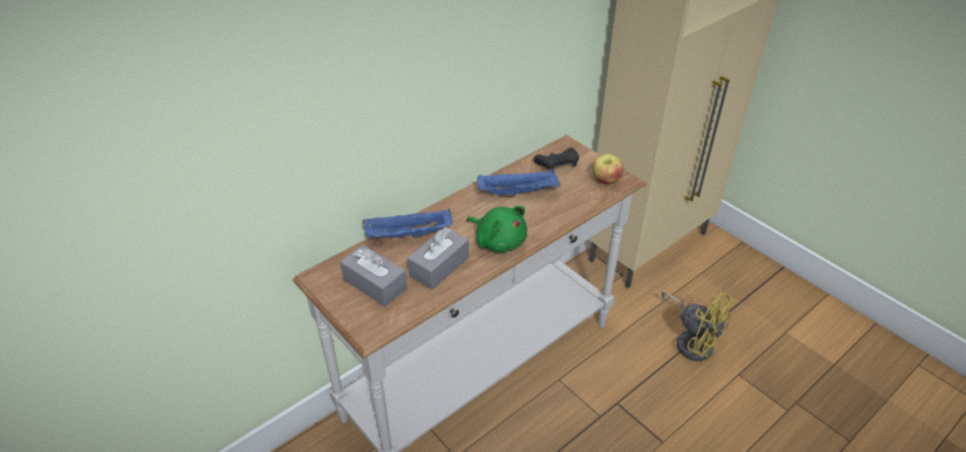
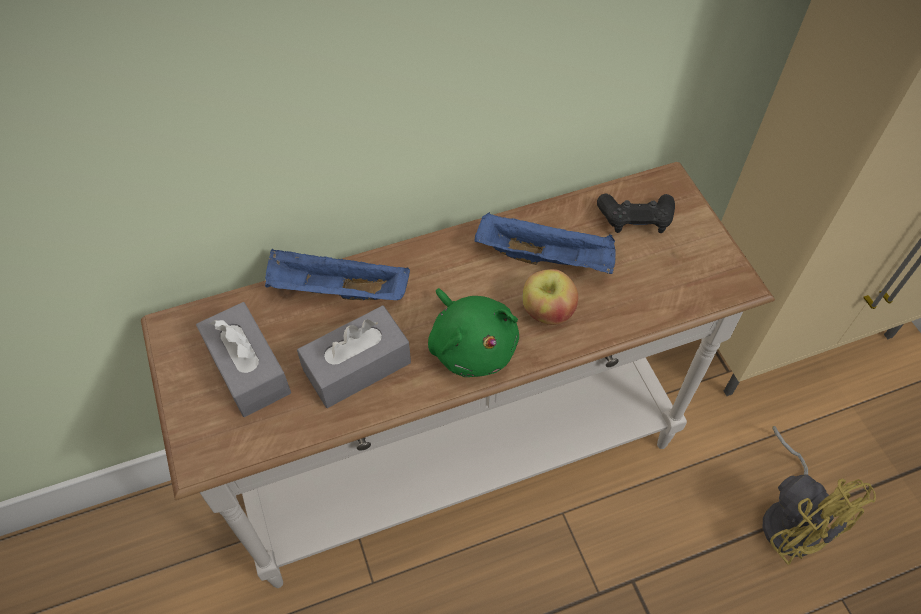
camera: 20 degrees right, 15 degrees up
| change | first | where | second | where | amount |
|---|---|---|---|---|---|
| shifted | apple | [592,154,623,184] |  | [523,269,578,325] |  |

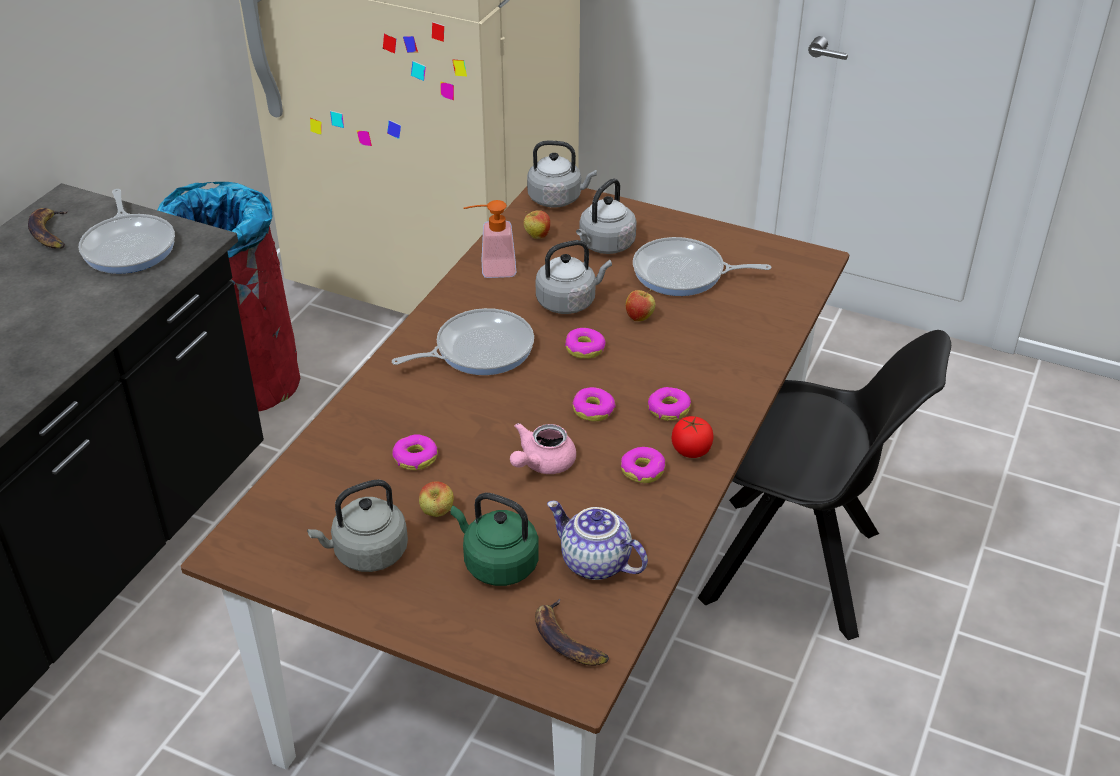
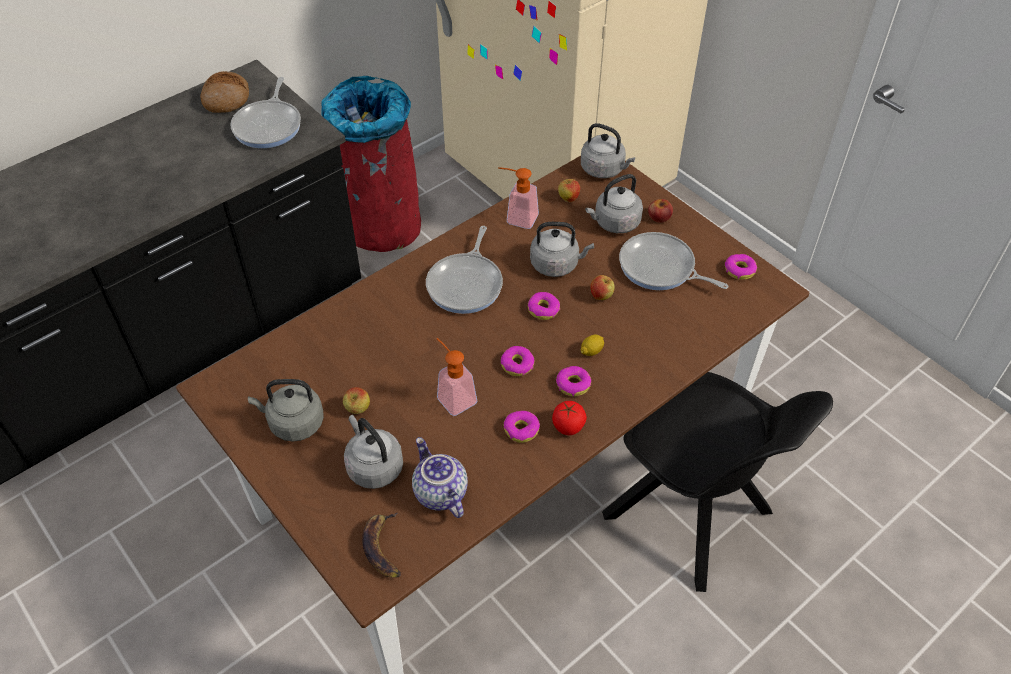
camera: 25 degrees right, 10 degrees up
| change | first | where | second | where | amount |
|---|---|---|---|---|---|
| swapped | banana | [28,208,68,248] | bread | [200,71,249,113] |  |
| rotated | frying pan | [392,308,534,375] |  | [426,226,503,314] | 105 degrees clockwise |
| swapped | pink teapot | [510,423,576,474] | soap dispenser | [437,338,478,416] |  |
| shifted | donut | [392,434,438,470] |  | [725,254,757,280] |  |
| repainted | green kettle | [451,493,539,586] | grey kettle | [344,415,403,489] |  |
| new |  |  | apple | [648,199,673,223] |  |
| new |  |  | lemon | [581,334,604,356] |  |

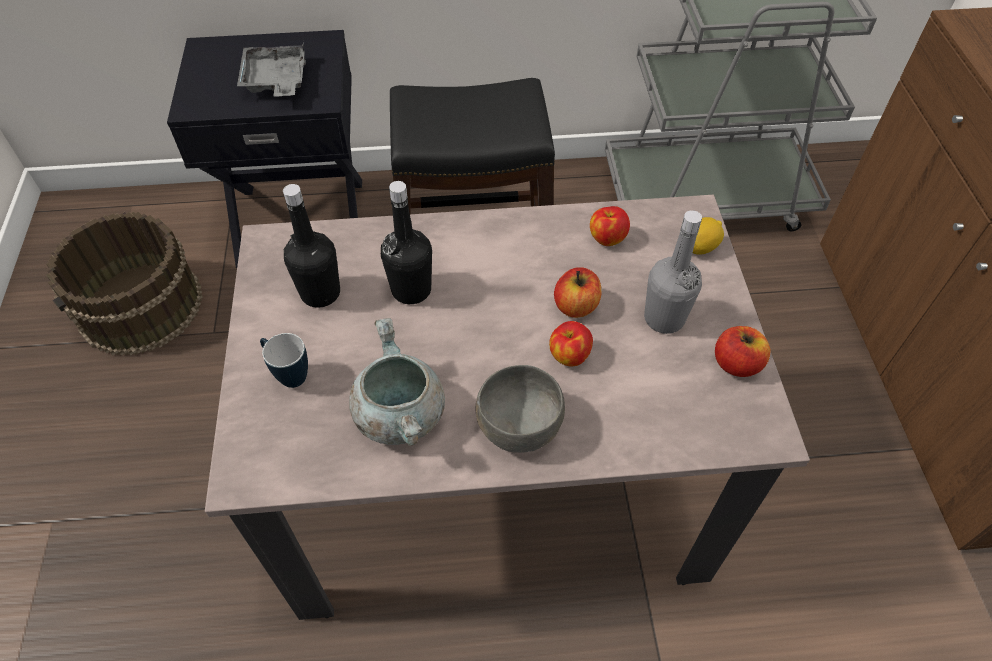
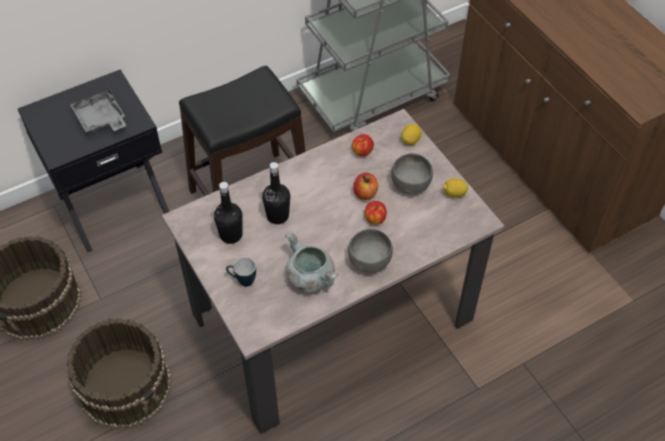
camera: 25 degrees left, 0 degrees up
| change | first | where | second | where | amount |
|---|---|---|---|---|---|
| swapped | grey bottle | [644,210,702,334] | grey bowl | [391,153,433,195] |  |
| swapped | apple | [715,326,770,377] | lemon | [443,178,468,198] |  |
| new |  |  | brown bucket | [66,318,171,430] |  |

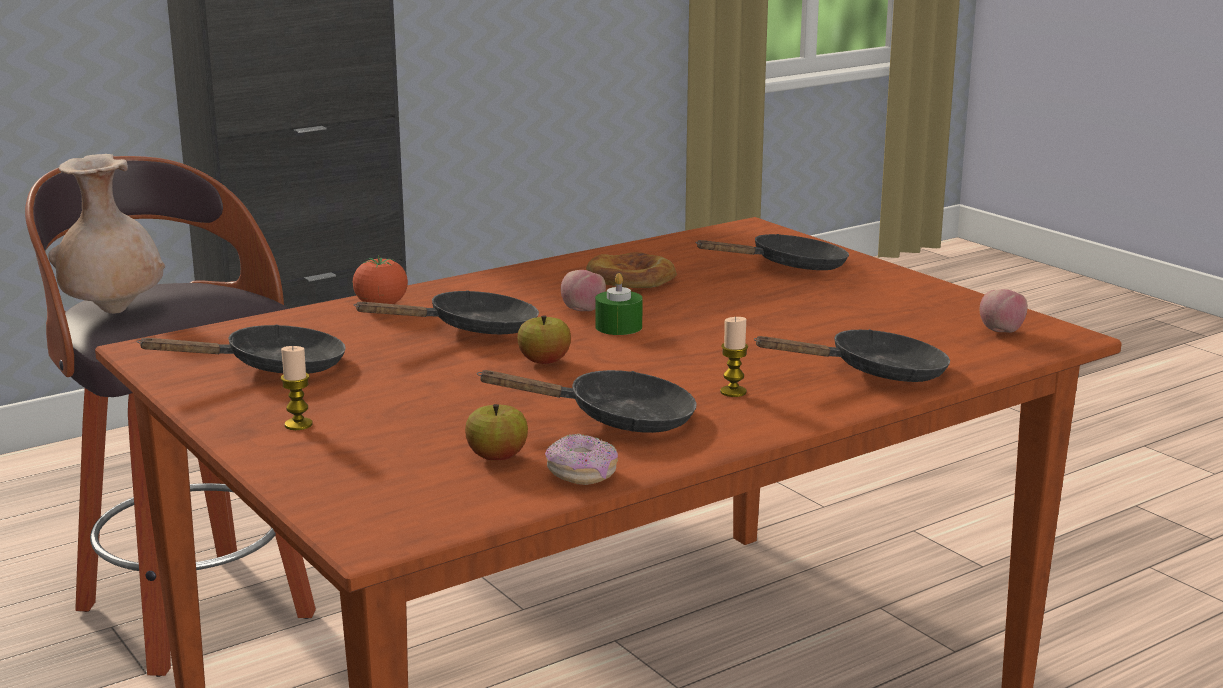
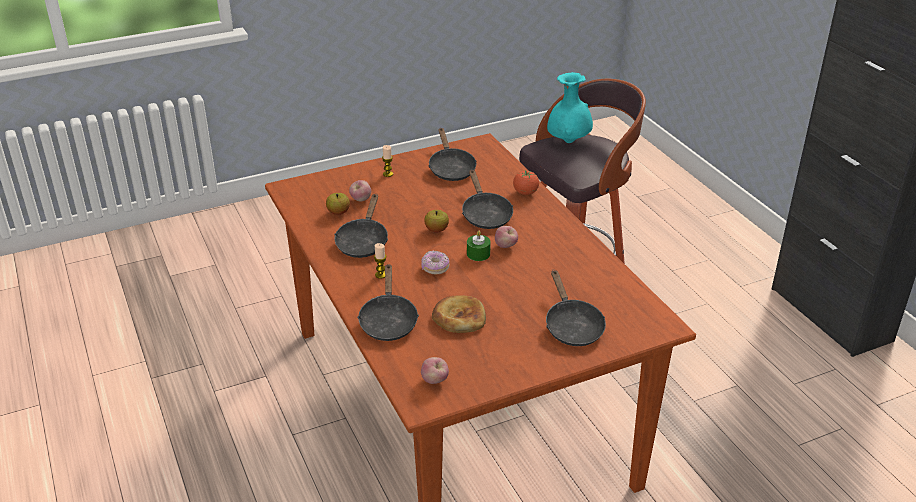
camera: 100 degrees right, 15 degrees up
| change | first | where | second | where | amount |
|---|---|---|---|---|---|
| repainted | beige vase | [48,154,165,314] | turquoise vase | [547,72,593,143] |  |
| shifted | bread | [586,252,677,288] |  | [432,295,486,333] |  |
| shifted | donut | [545,434,618,485] |  | [421,250,449,274] |  |
| new |  |  | apple | [349,180,371,202] |  |

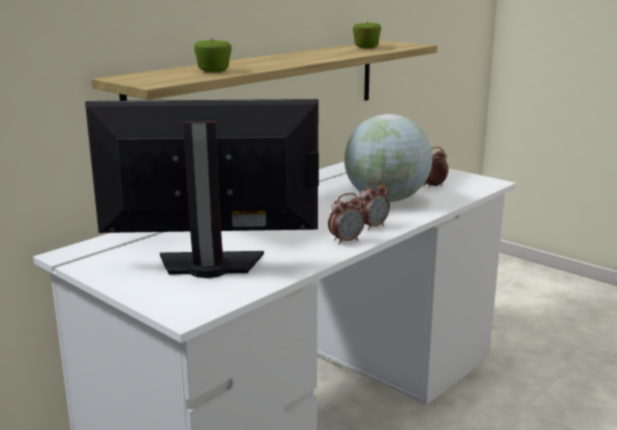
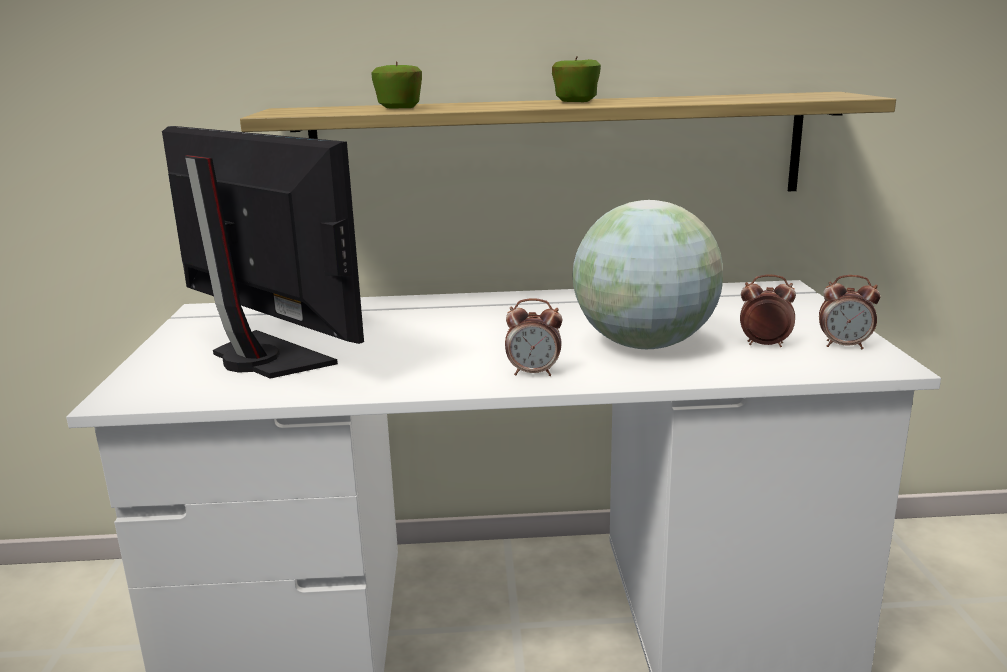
camera: 45 degrees right, 0 degrees up
| change | first | where | second | where | amount |
|---|---|---|---|---|---|
| shifted | apple | [353,21,381,48] |  | [552,57,601,102] |  |
| shifted | alarm clock | [328,193,365,245] |  | [819,275,880,349] |  |

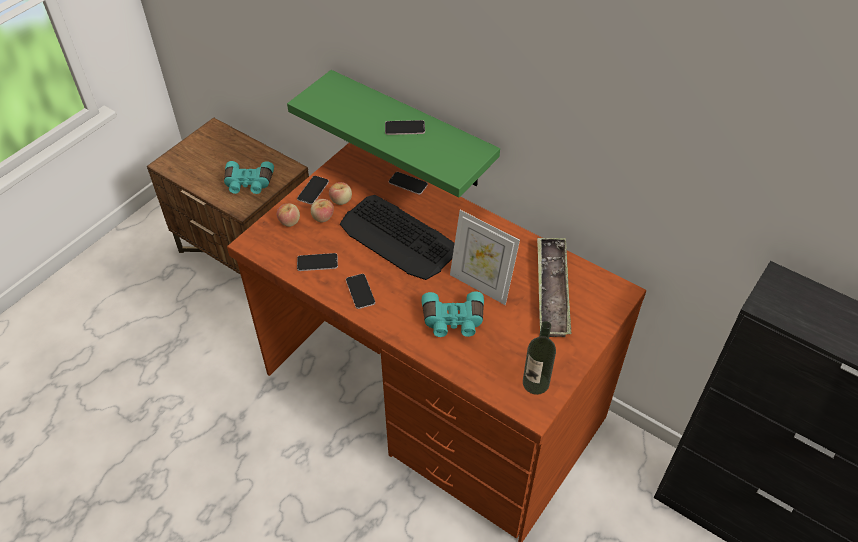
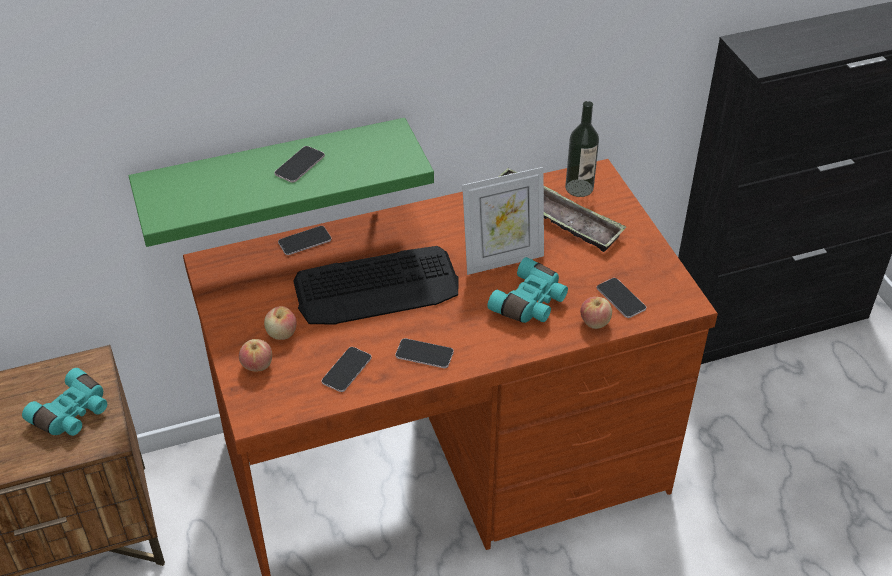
camera: 55 degrees left, 5 degrees down
| change | first | where | second | where | amount |
|---|---|---|---|---|---|
| shifted | phone | [297,176,329,204] |  | [597,278,646,318] |  |
| shifted | apple | [329,182,352,205] |  | [580,297,612,329] |  |
| shifted | bottle | [523,321,556,395] |  | [565,101,599,197] |  |

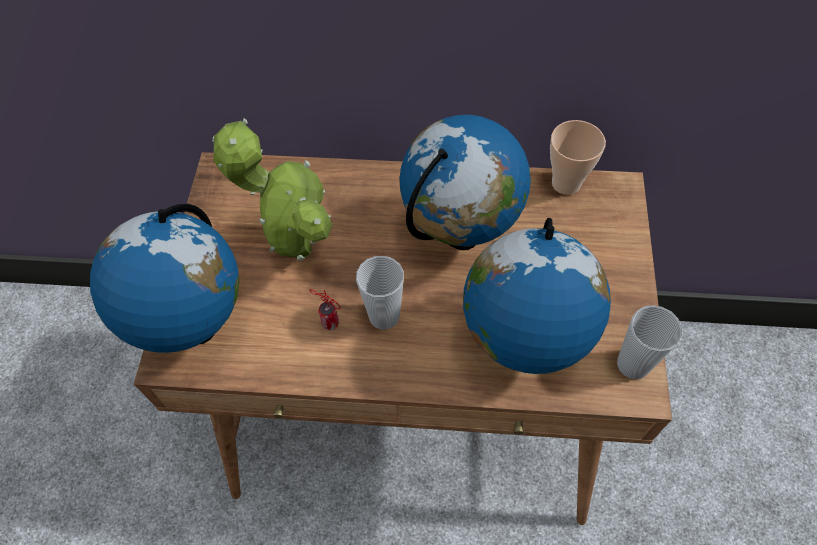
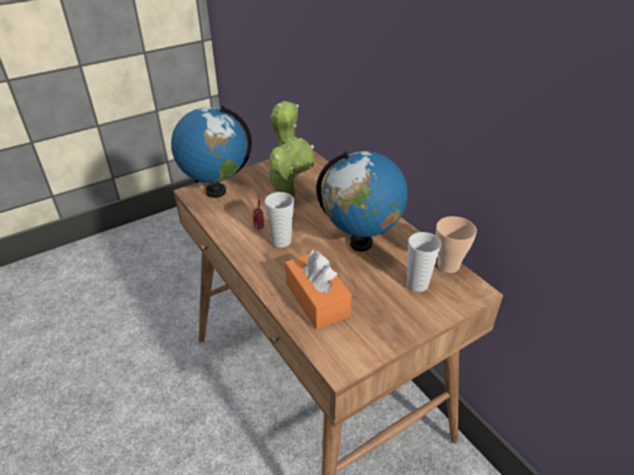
camera: 50 degrees right, 20 degrees down
| change | first | where | second | where | amount |
|---|---|---|---|---|---|
| swapped | globe | [463,218,611,374] | orange tissue box | [285,250,352,329] |  |
| shifted | cup | [617,305,683,379] |  | [407,232,441,292] |  |

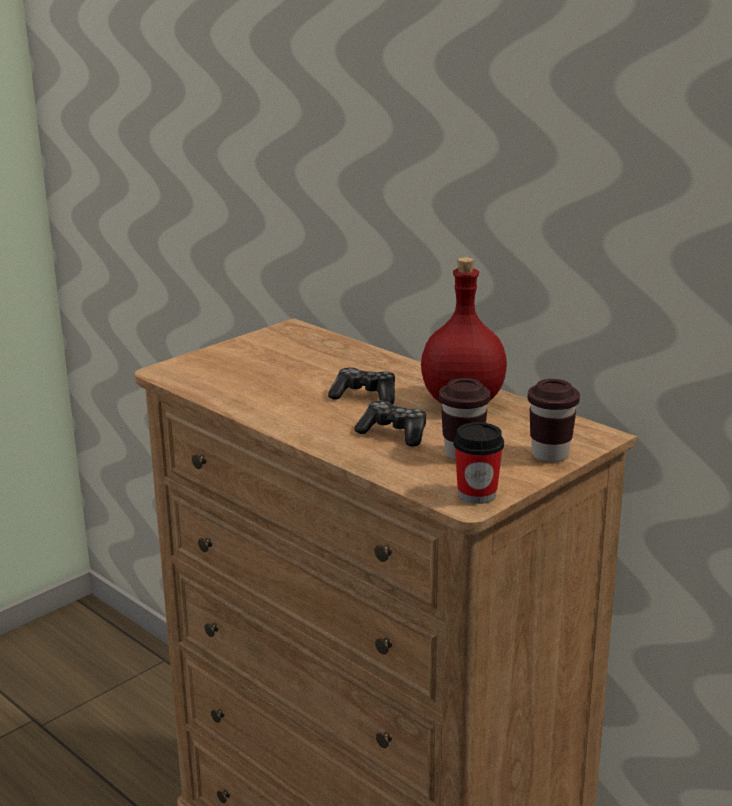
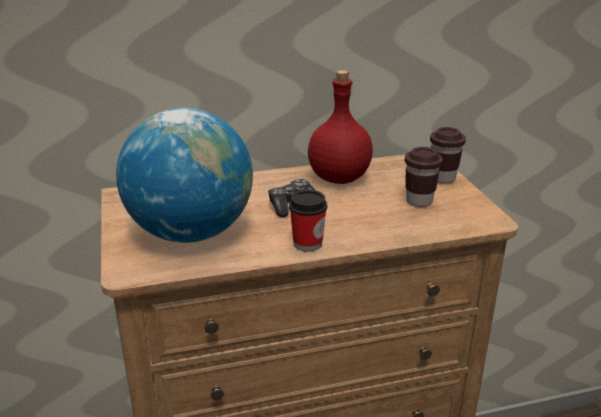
camera: 60 degrees left, 5 degrees up
| change | first | where | second | where | amount |
|---|---|---|---|---|---|
| gone | game controller | [354,401,426,447] |  |  |  |
| shifted | cup | [454,422,504,504] |  | [289,190,327,252] |  |
| new |  |  | globe | [116,108,253,243] |  |

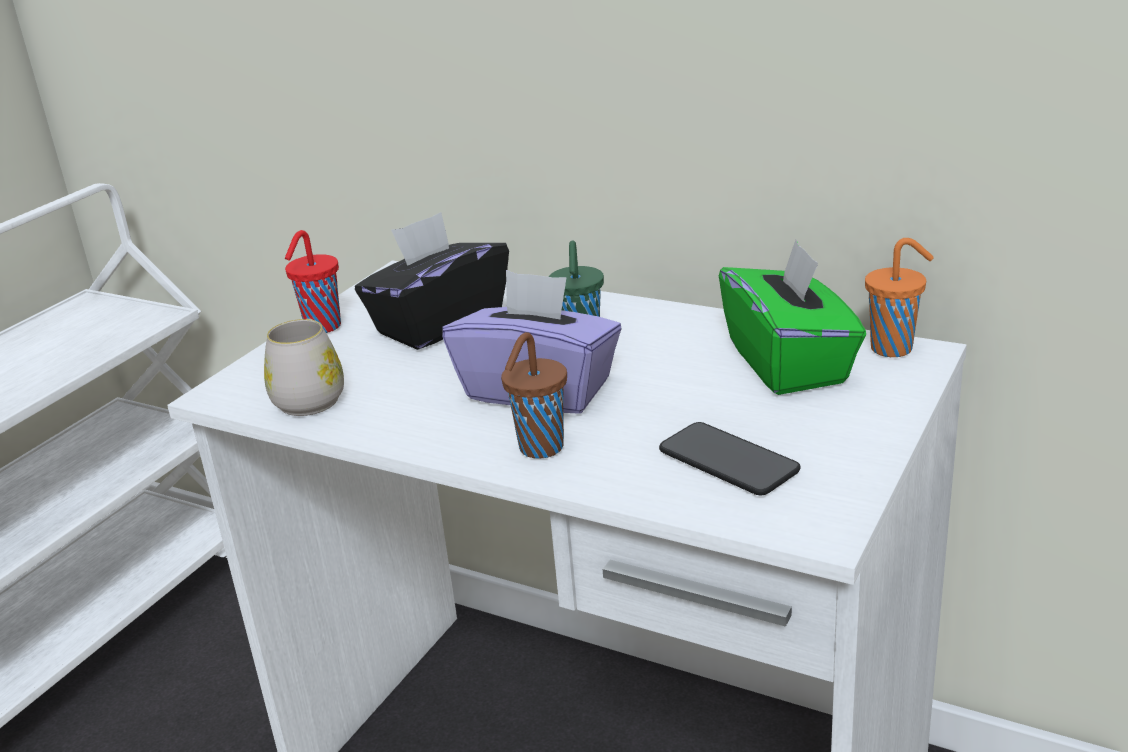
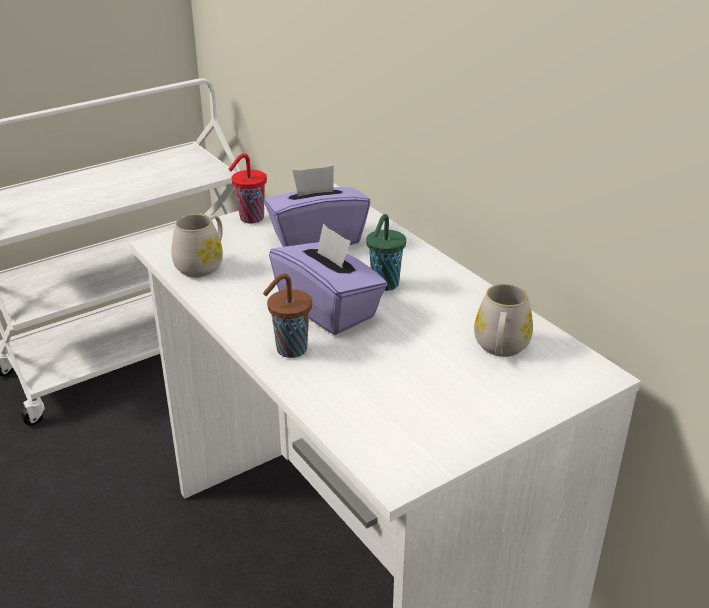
camera: 25 degrees right, 5 degrees up
| change | first | where | second | where | amount |
|---|---|---|---|---|---|
| repainted | black tissue box | [355,212,509,350] | purple tissue box | [264,165,370,247] |  |
| gone | orange cup | [865,238,934,357] |  |  |  |
| swapped | green tissue box | [719,240,866,395] | white mug | [474,284,533,357] |  |
| gone | phone | [659,422,800,495] |  |  |  |

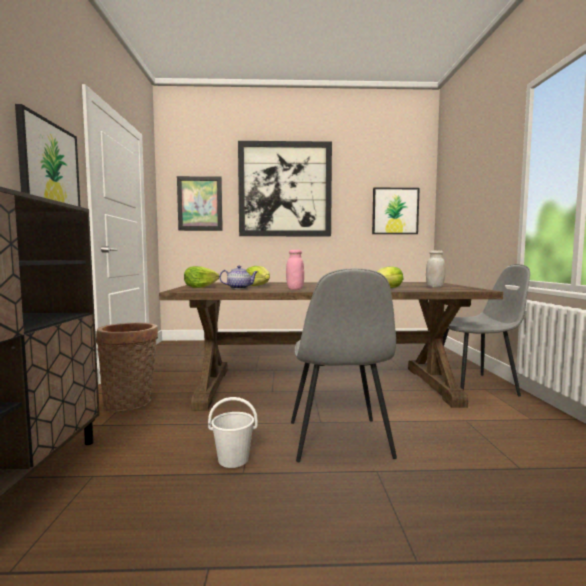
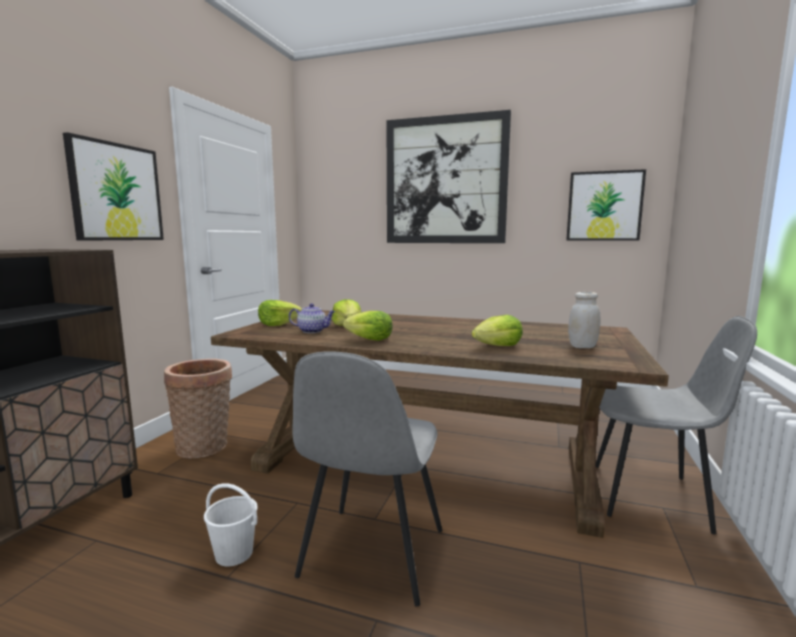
camera: 20 degrees right, 5 degrees up
| change | first | where | second | where | amount |
|---|---|---|---|---|---|
| gone | picture | [177,176,223,231] |  |  |  |
| swapped | pink jar | [286,250,304,290] | lettuce | [343,311,393,341] |  |

